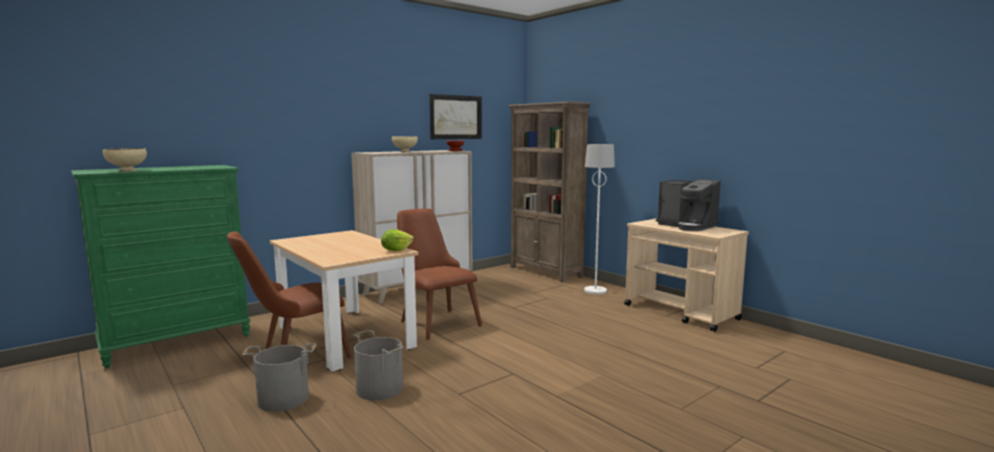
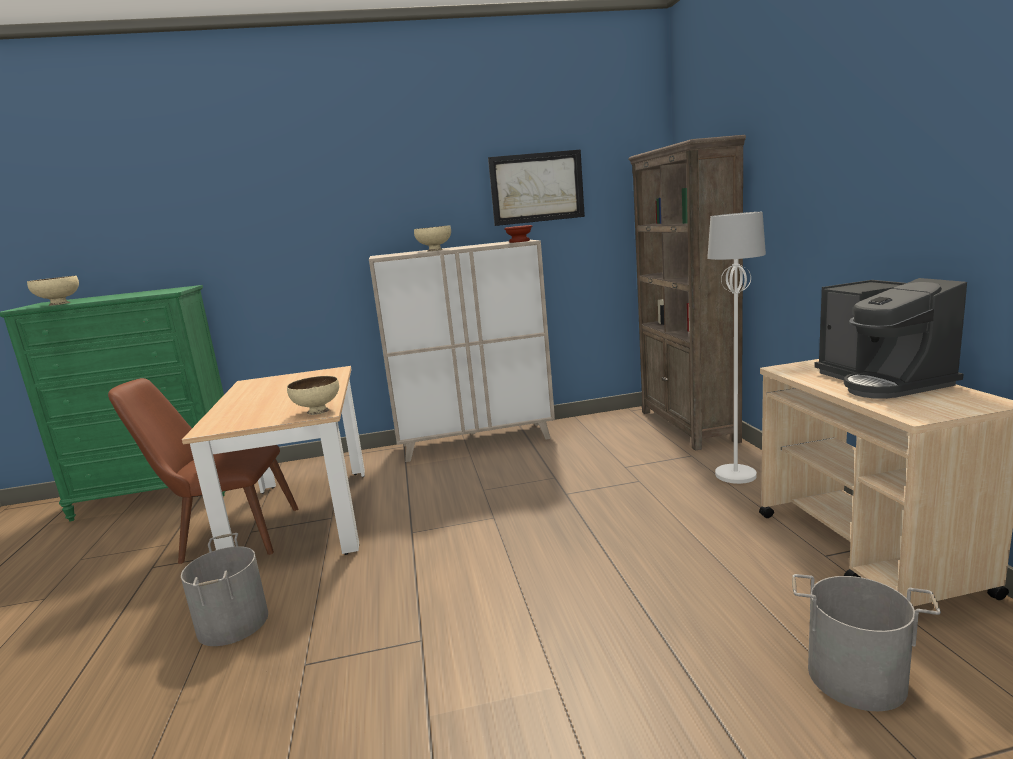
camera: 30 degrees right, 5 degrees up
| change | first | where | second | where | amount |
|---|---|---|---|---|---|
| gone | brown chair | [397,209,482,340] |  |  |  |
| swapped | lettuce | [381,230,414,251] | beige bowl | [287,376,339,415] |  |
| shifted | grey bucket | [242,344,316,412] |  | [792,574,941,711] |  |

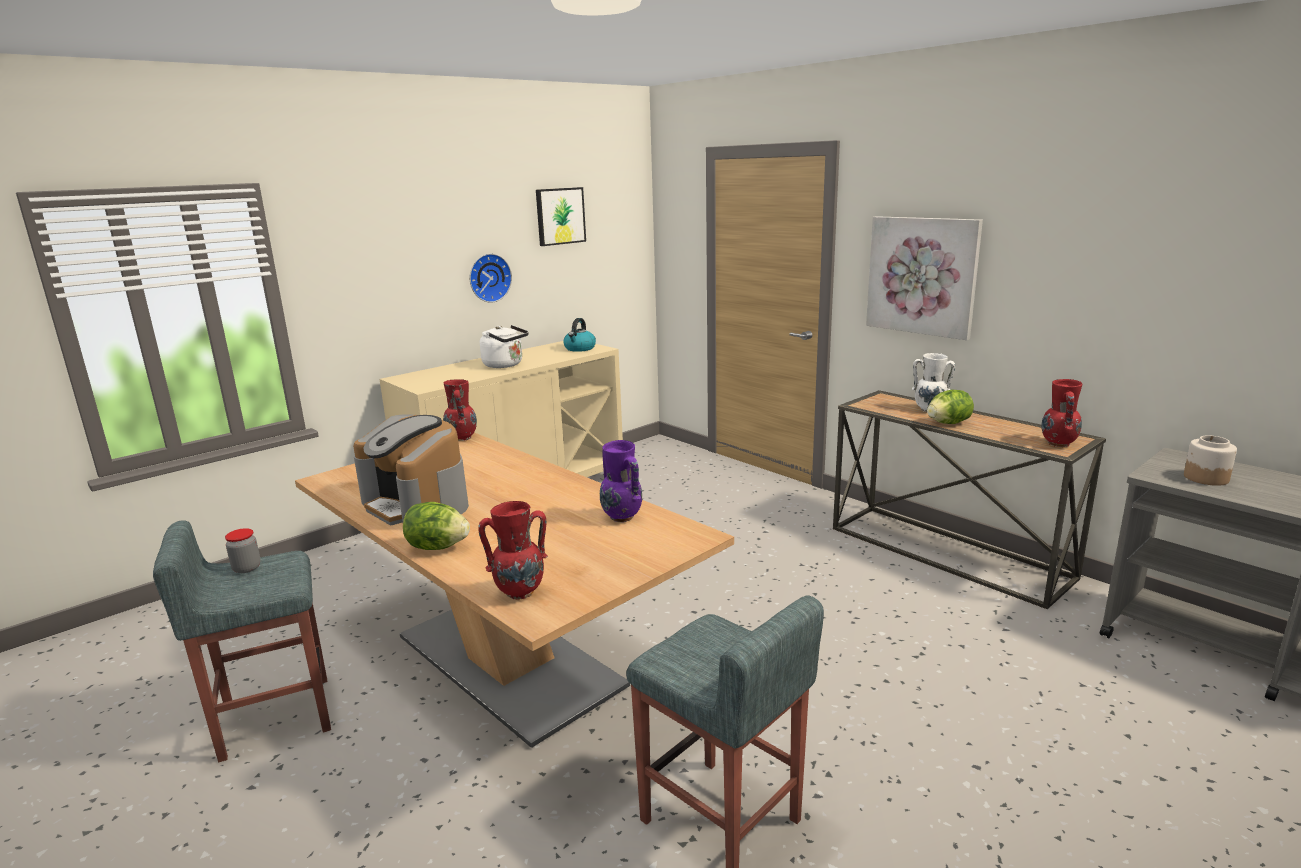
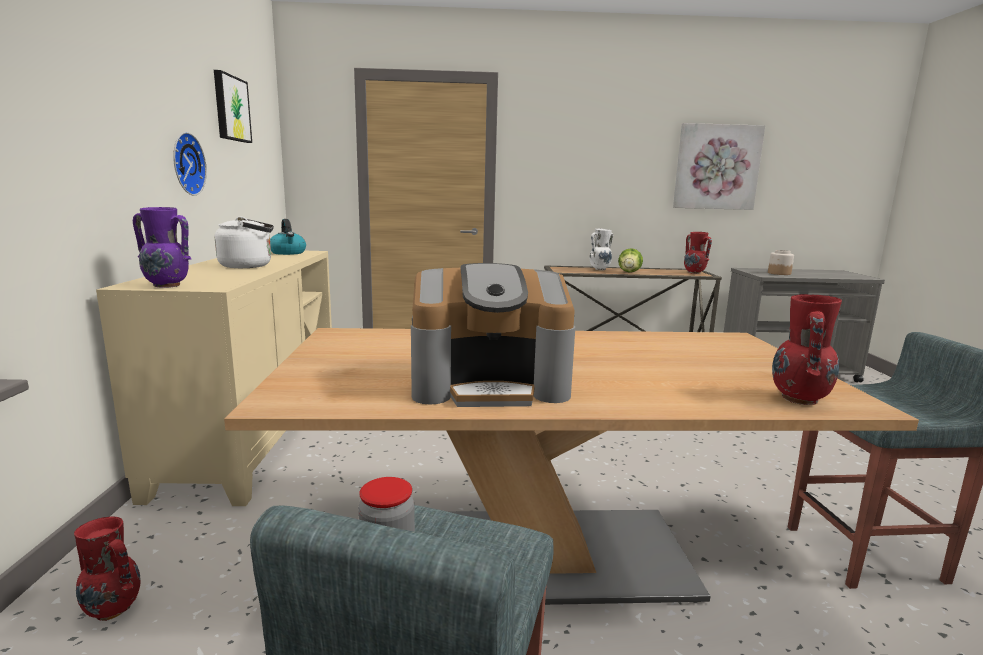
camera: 50 degrees left, 5 degrees down
| change | first | where | second | where | amount |
|---|---|---|---|---|---|
| shifted | picture | [866,216,983,340] |  | [673,123,765,210] |  |
| shifted | red vase | [443,379,477,441] |  | [74,517,141,621] |  |
| shifted | purple vase | [600,440,643,522] |  | [133,207,191,288] |  |
| gone | lettuce | [403,502,470,550] |  |  |  |

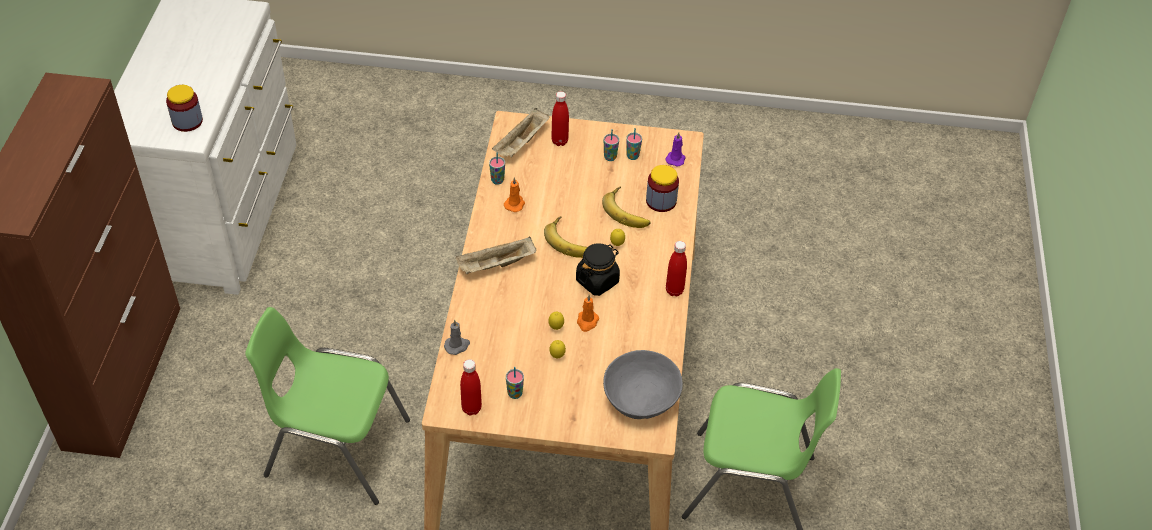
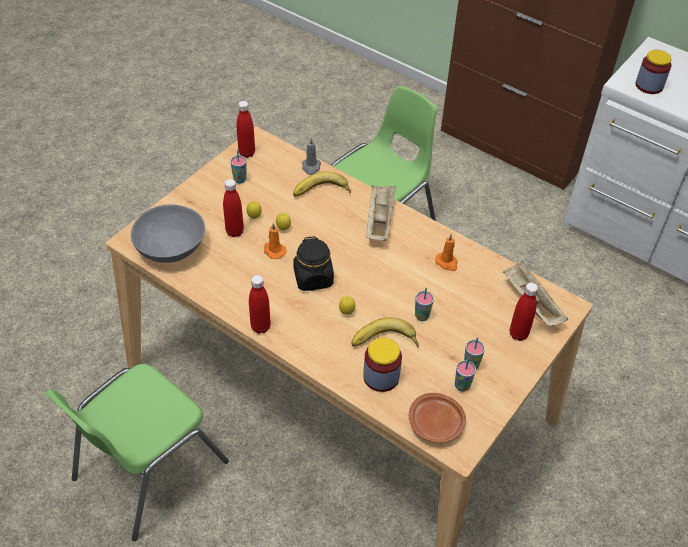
camera: 120 degrees right, 0 degrees up
| change | first | where | second | where | amount |
|---|---|---|---|---|---|
| swapped | purple candle | [665,132,685,166] | brown plate | [409,393,466,443] |  |
| shifted | cup | [489,153,505,185] |  | [415,288,434,321] |  |
| shifted | banana | [544,216,588,258] |  | [293,172,351,196] |  |
| new |  |  | red bottle | [223,179,244,237] |  |

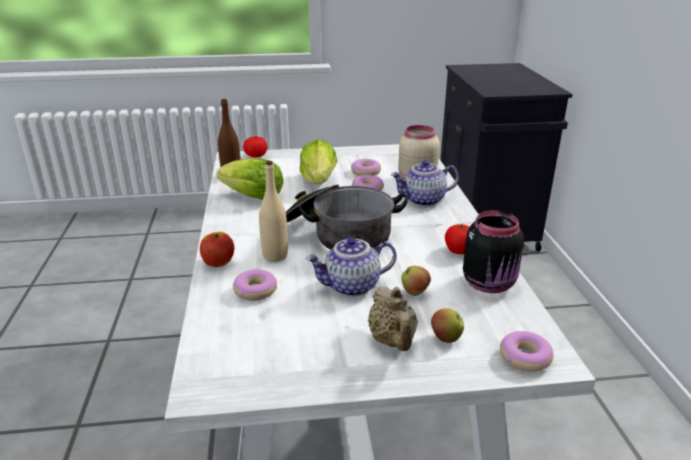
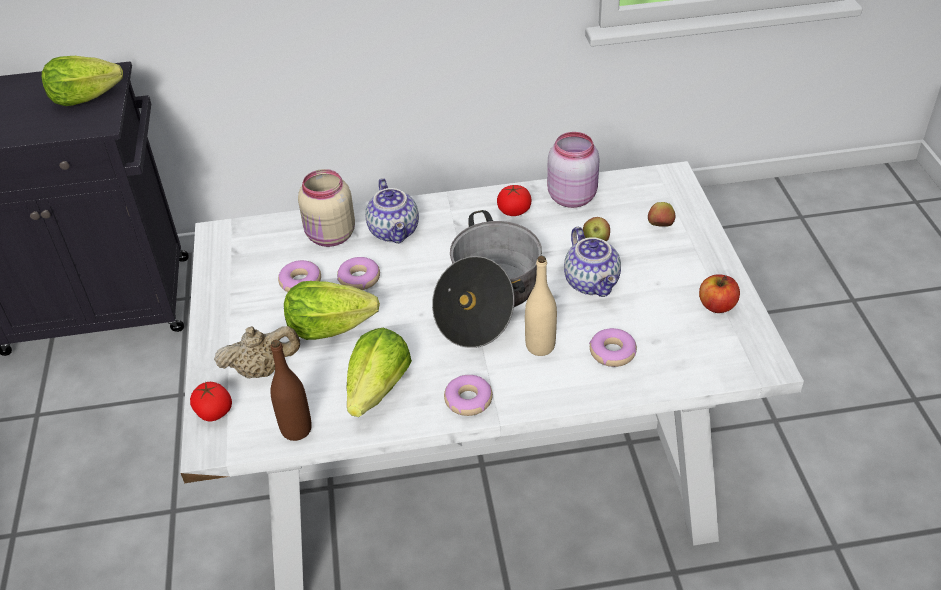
camera: 90 degrees left, 15 degrees up
| change | first | where | second | where | amount |
|---|---|---|---|---|---|
| repainted | black jar | [463,210,524,293] | pink jar | [547,132,600,208] |  |
| shifted | apple | [200,232,234,267] |  | [699,274,740,313] |  |
| shifted | beige teapot | [368,286,418,351] |  | [214,326,300,378] |  |
| shifted | donut | [500,331,554,372] |  | [444,375,493,416] |  |
| new |  |  | lettuce | [42,56,123,106] |  |

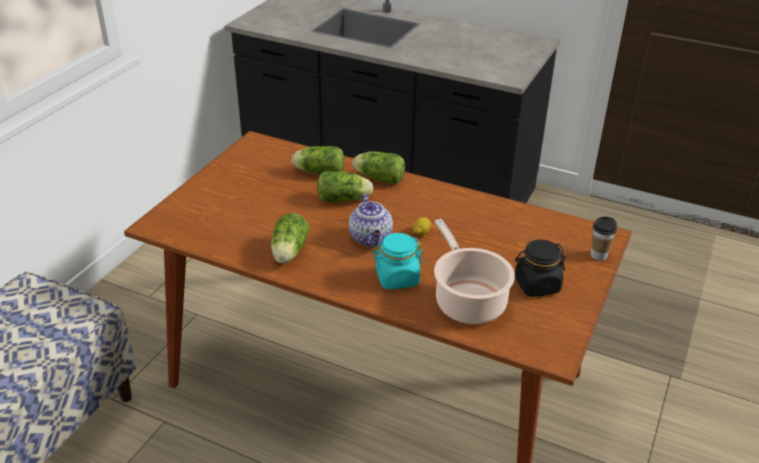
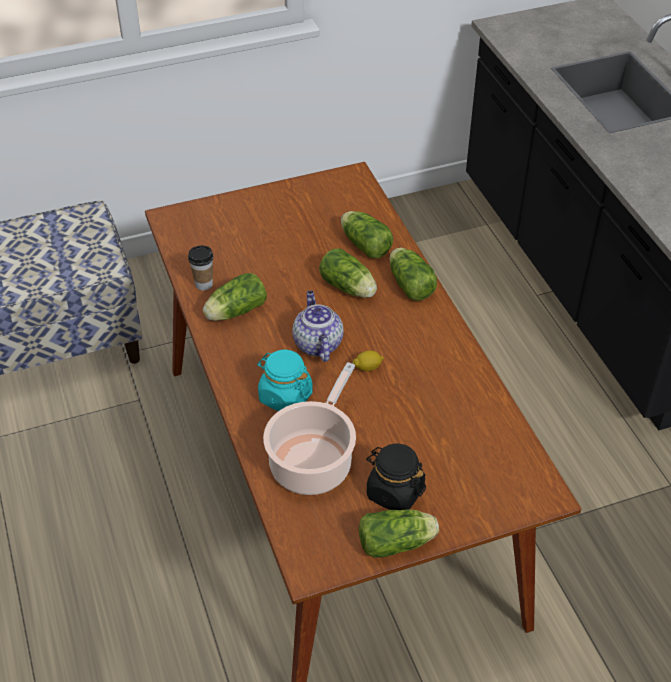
camera: 45 degrees right, 10 degrees up
| change | first | where | second | where | amount |
|---|---|---|---|---|---|
| rotated | teapot | [349,194,393,247] |  | [292,291,344,362] | 135 degrees clockwise |
| shifted | cup | [591,216,617,261] |  | [188,246,214,291] |  |
| new |  |  | lettuce | [359,509,439,558] |  |

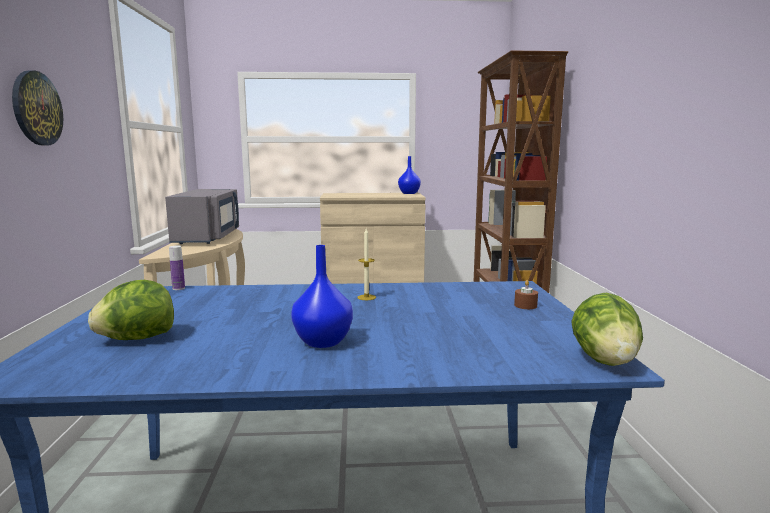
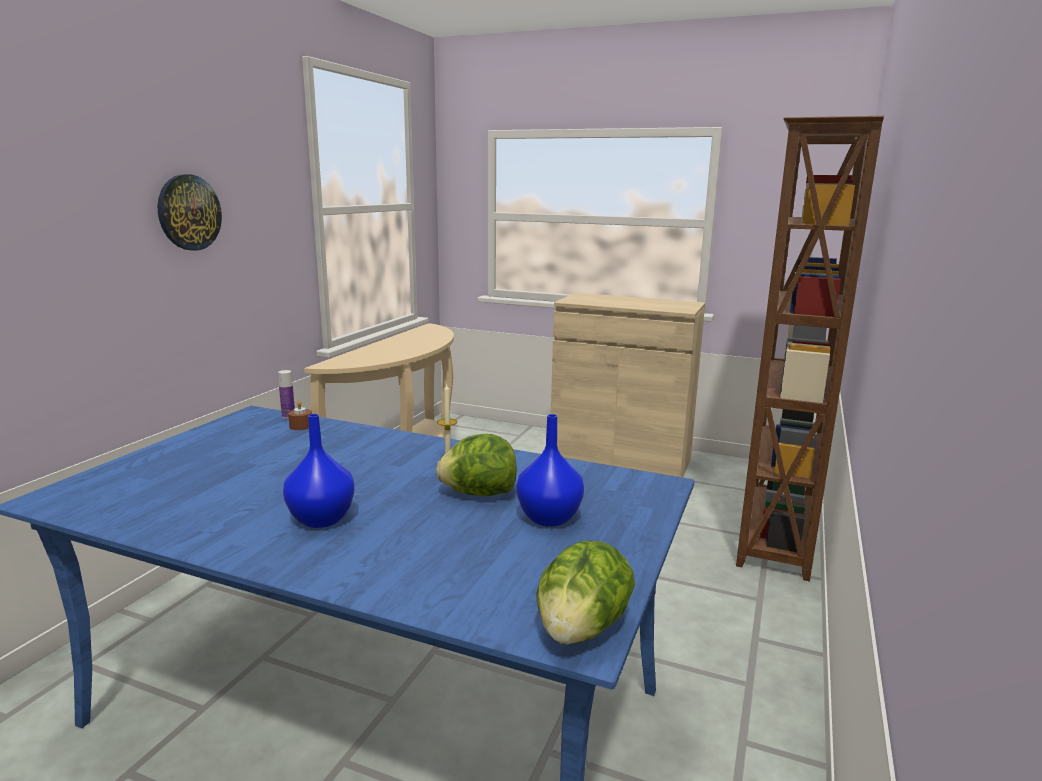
camera: 25 degrees right, 5 degrees up
| change | first | where | second | where | amount |
|---|---|---|---|---|---|
| shifted | blue vase | [398,156,421,194] |  | [516,414,584,527] |  |
| gone | grey microwave | [165,189,239,244] |  |  |  |
| shifted | lettuce | [88,280,174,340] |  | [436,434,517,496] |  |
| shifted | brown candle | [514,280,538,309] |  | [288,401,312,430] |  |

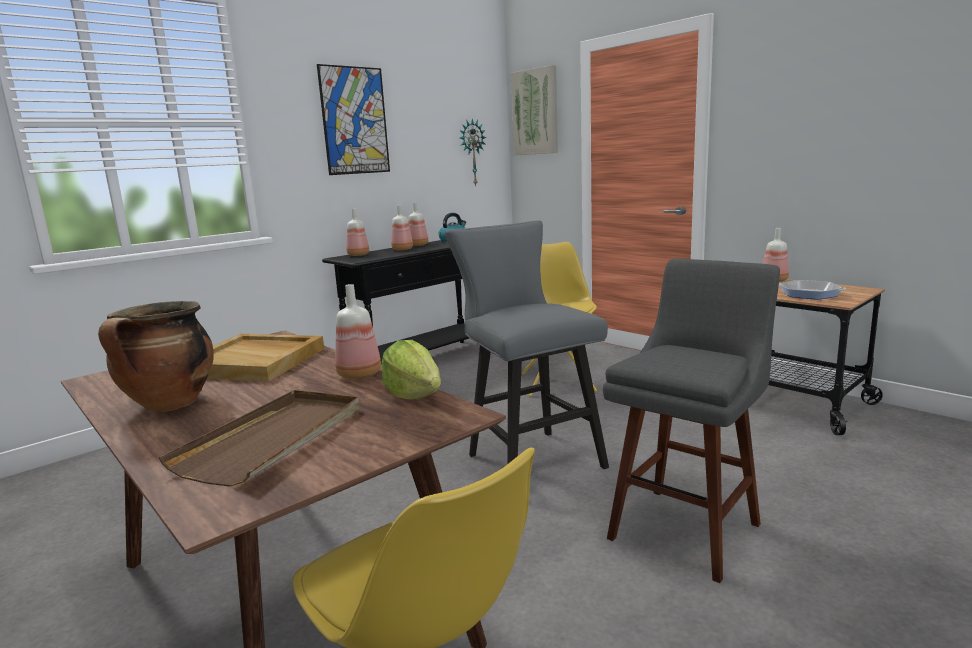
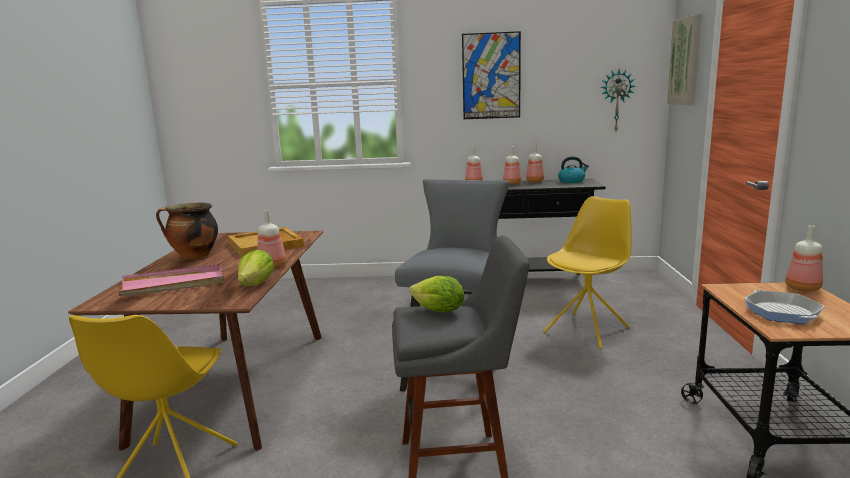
camera: 45 degrees right, 0 degrees up
| change | first | where | second | where | amount |
|---|---|---|---|---|---|
| repainted | brown tray | [159,390,360,487] | pink tray | [118,264,224,296] |  |
| new |  |  | lettuce | [409,276,464,312] |  |

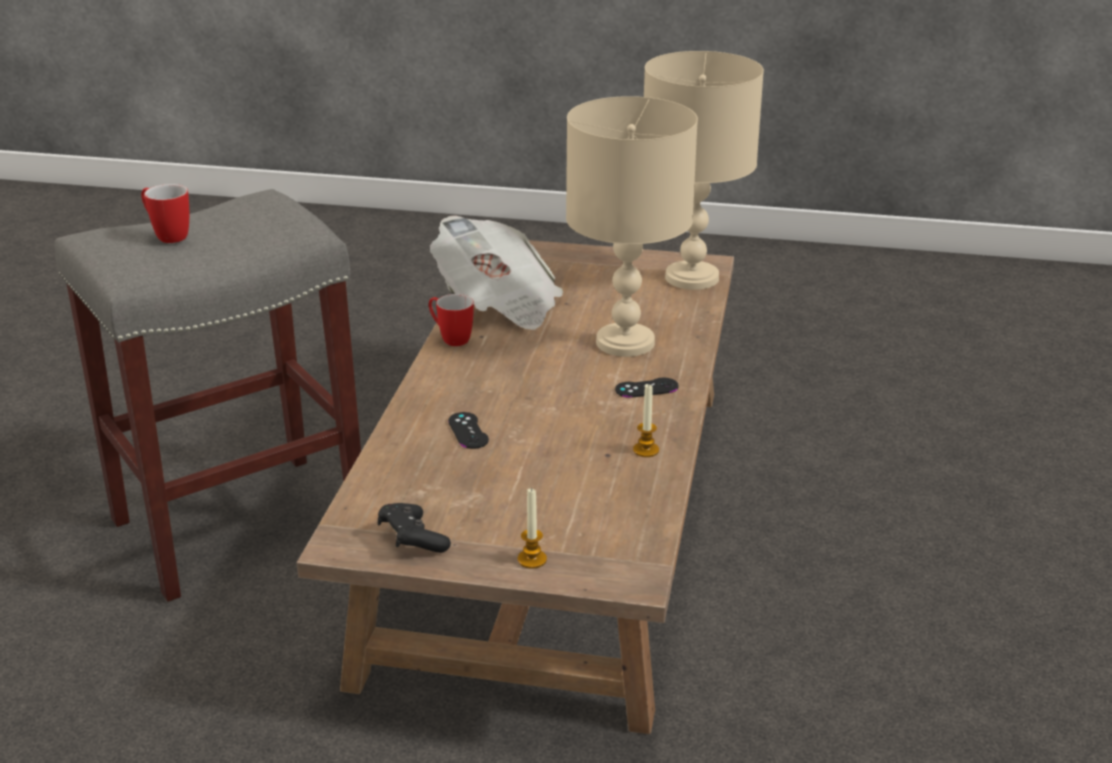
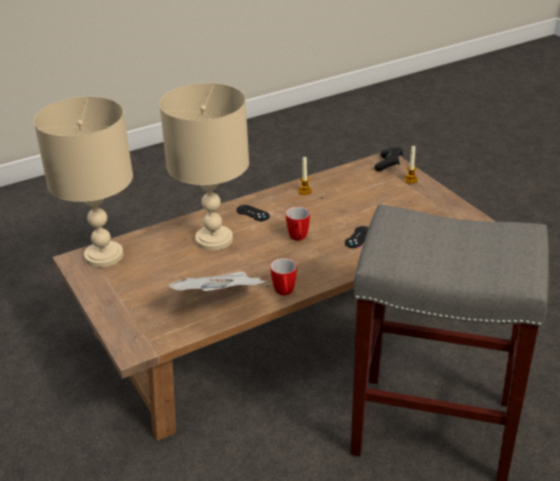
camera: 130 degrees left, 5 degrees up
| change | first | where | second | where | amount |
|---|---|---|---|---|---|
| shifted | mug | [141,184,189,243] |  | [286,207,310,241] |  |
| shifted | black game controller | [378,503,451,553] |  | [374,148,403,171] |  |

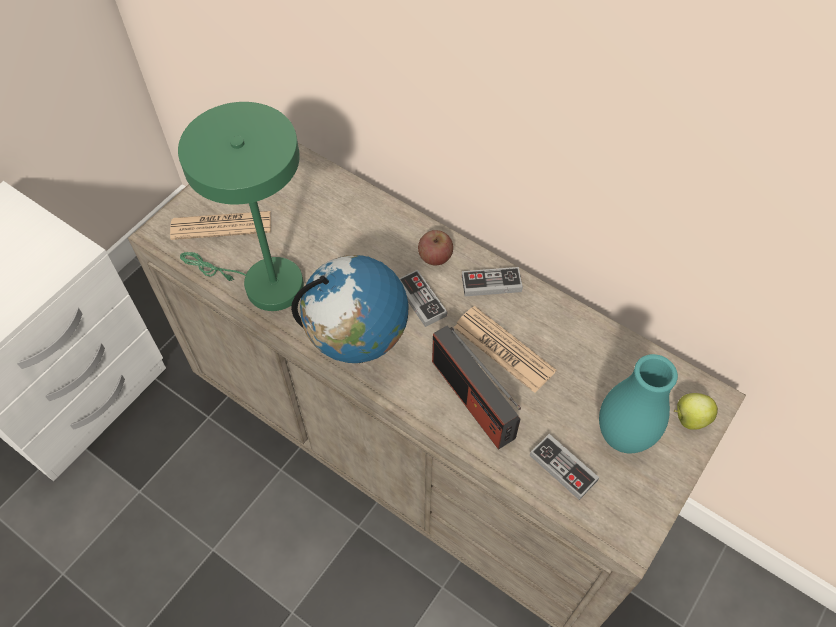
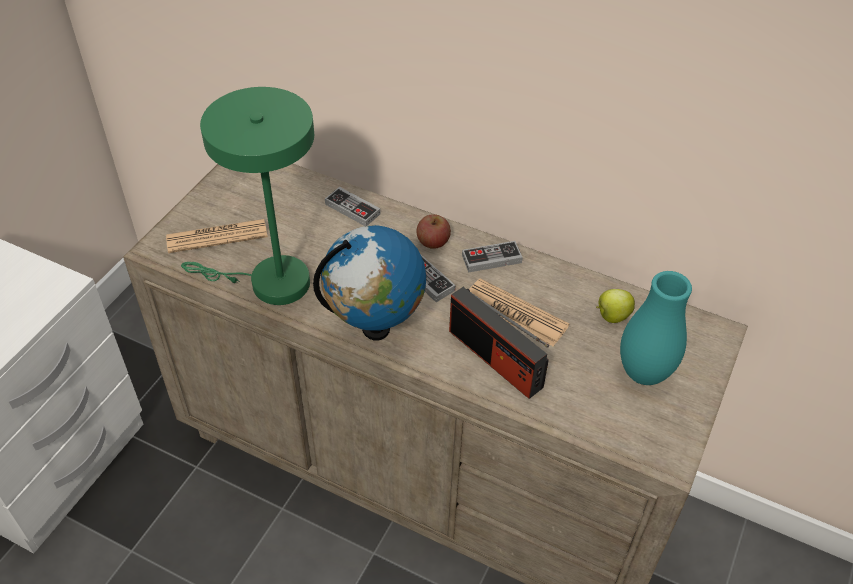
camera: 10 degrees left, 10 degrees down
| change | first | where | second | where | amount |
|---|---|---|---|---|---|
| shifted | apple | [674,393,718,430] |  | [596,289,635,323] |  |
| shifted | game controller | [529,434,599,500] |  | [325,187,380,226] |  |

